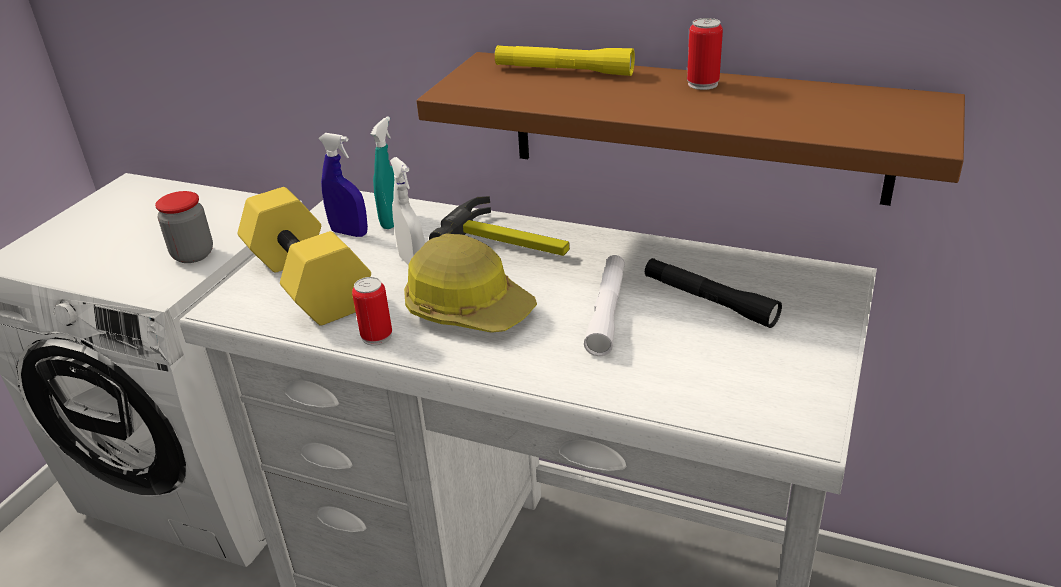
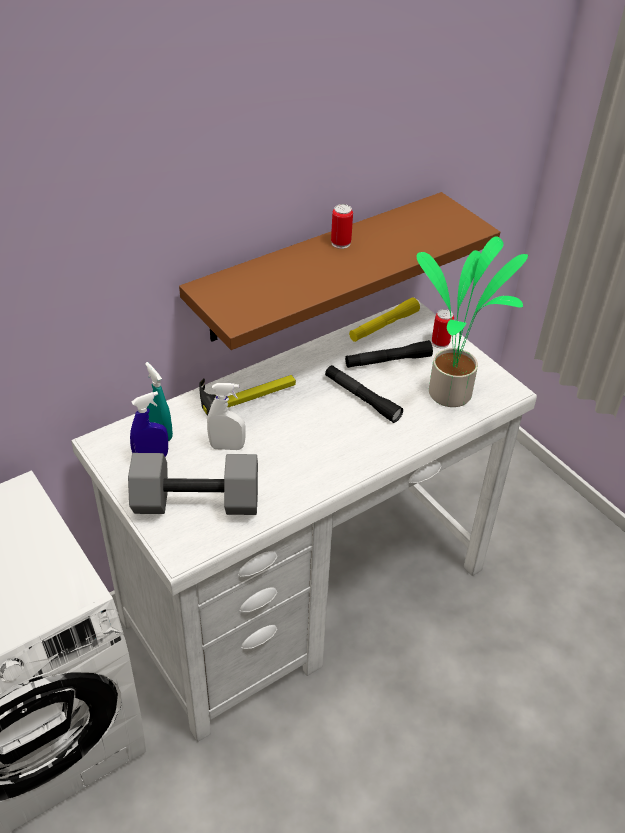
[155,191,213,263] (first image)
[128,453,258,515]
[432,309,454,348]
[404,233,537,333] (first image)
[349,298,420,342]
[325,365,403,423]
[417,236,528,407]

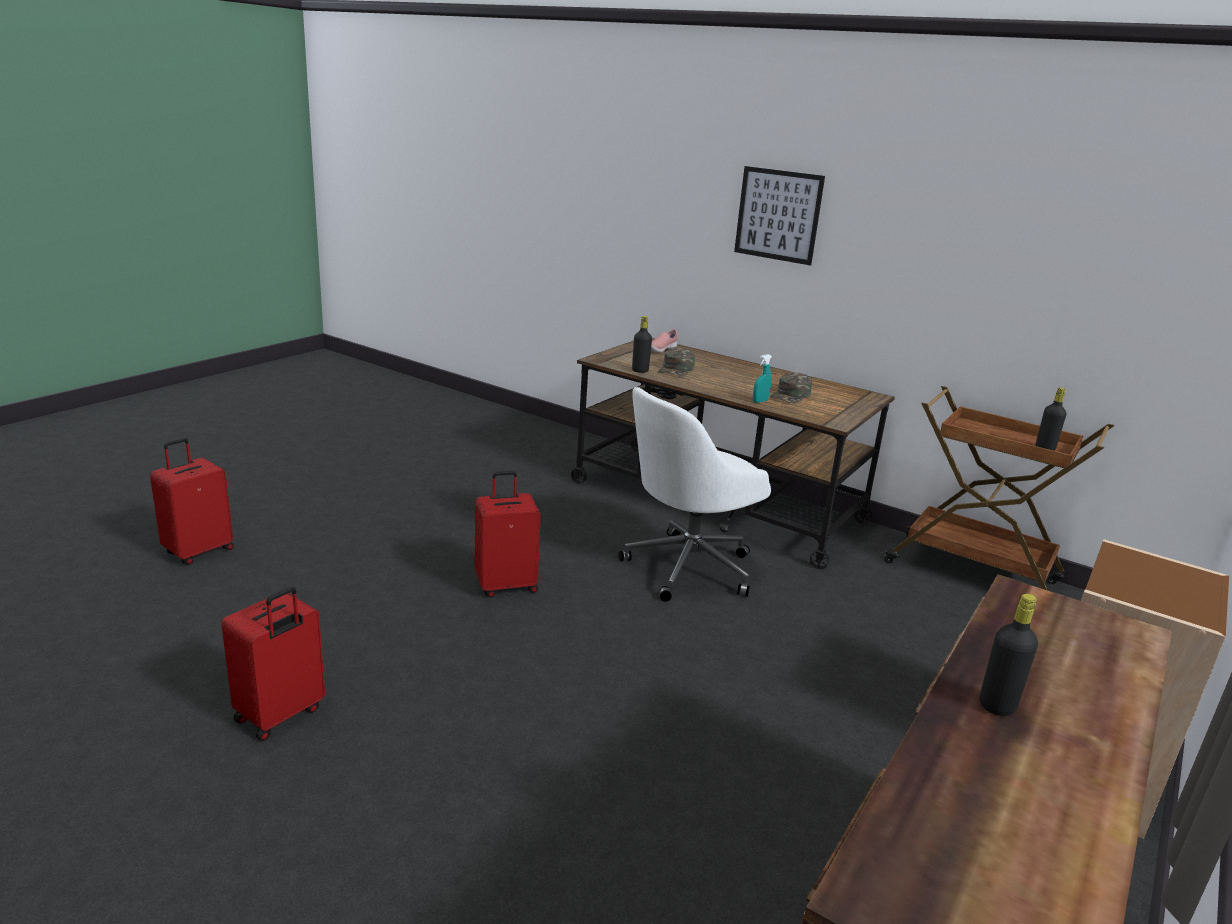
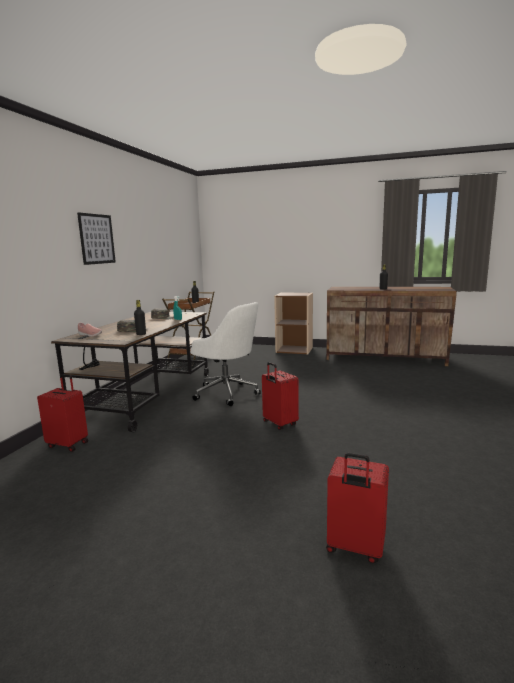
[37,374,88,452]

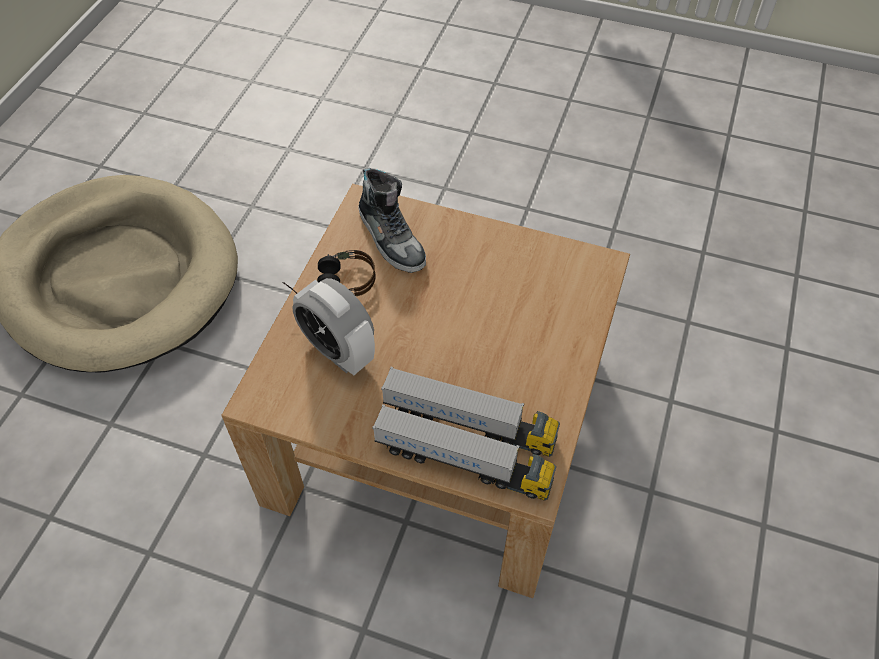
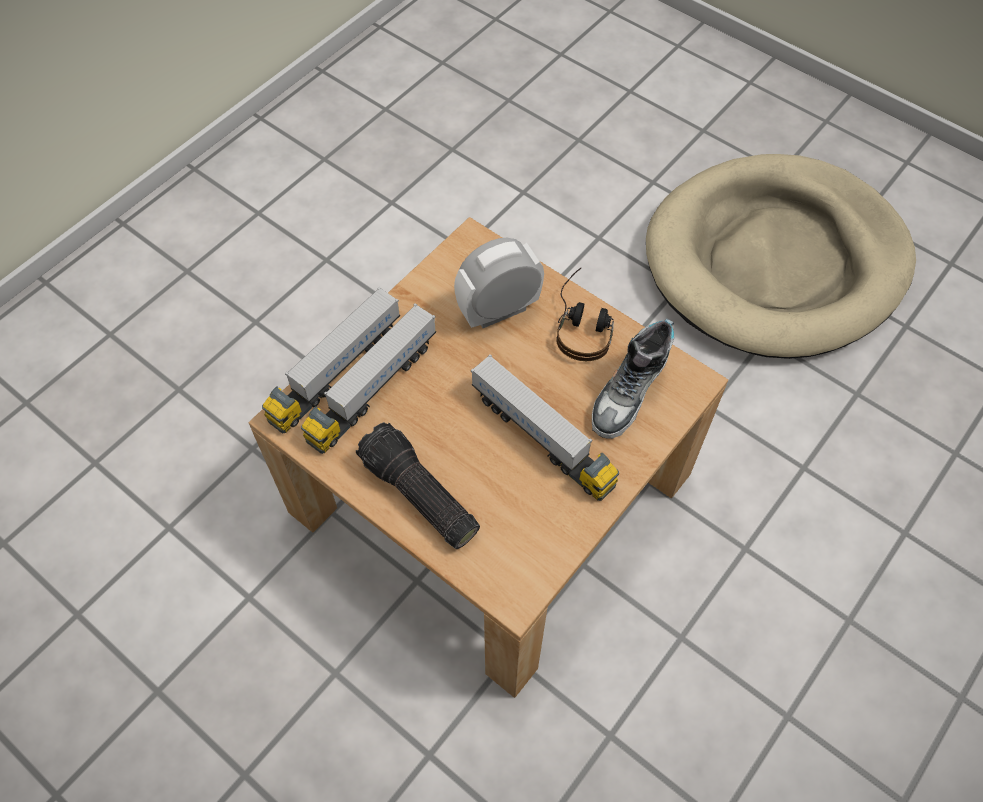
[592,319,675,439]
[356,422,480,549]
[471,354,619,501]

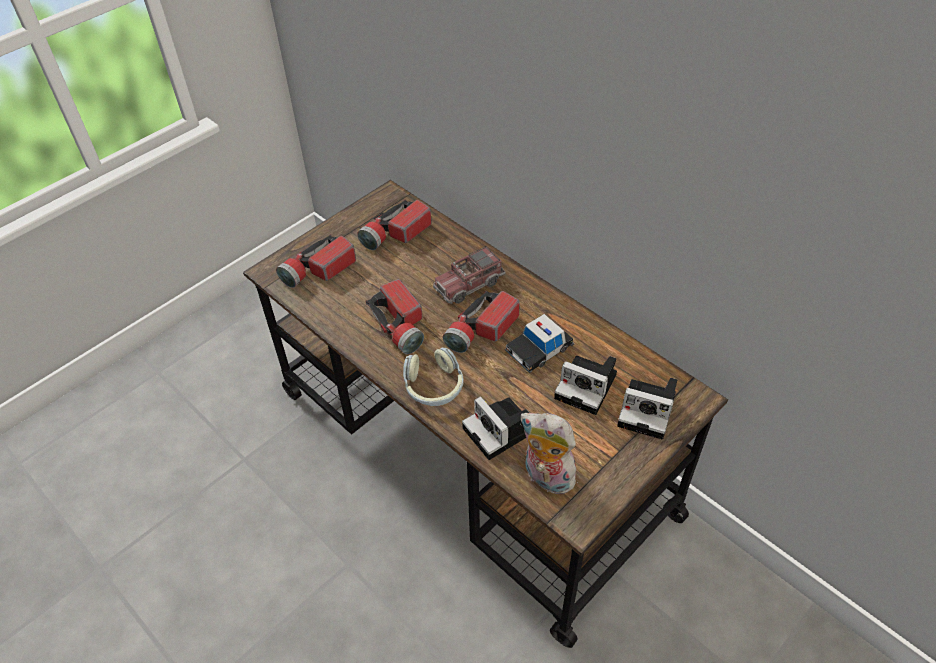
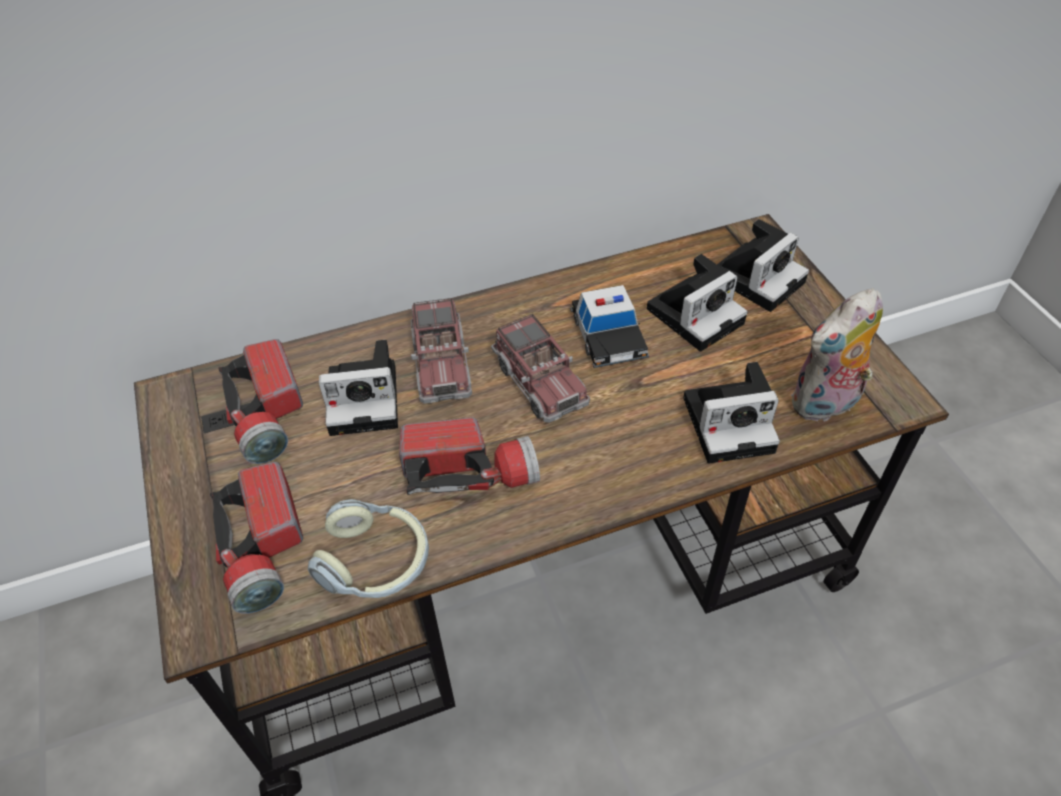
[308,499,429,598]
[491,314,590,423]
[319,340,398,436]

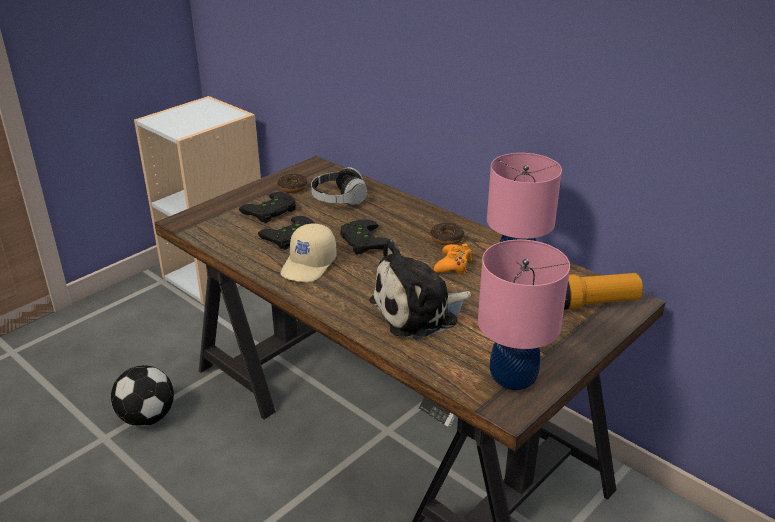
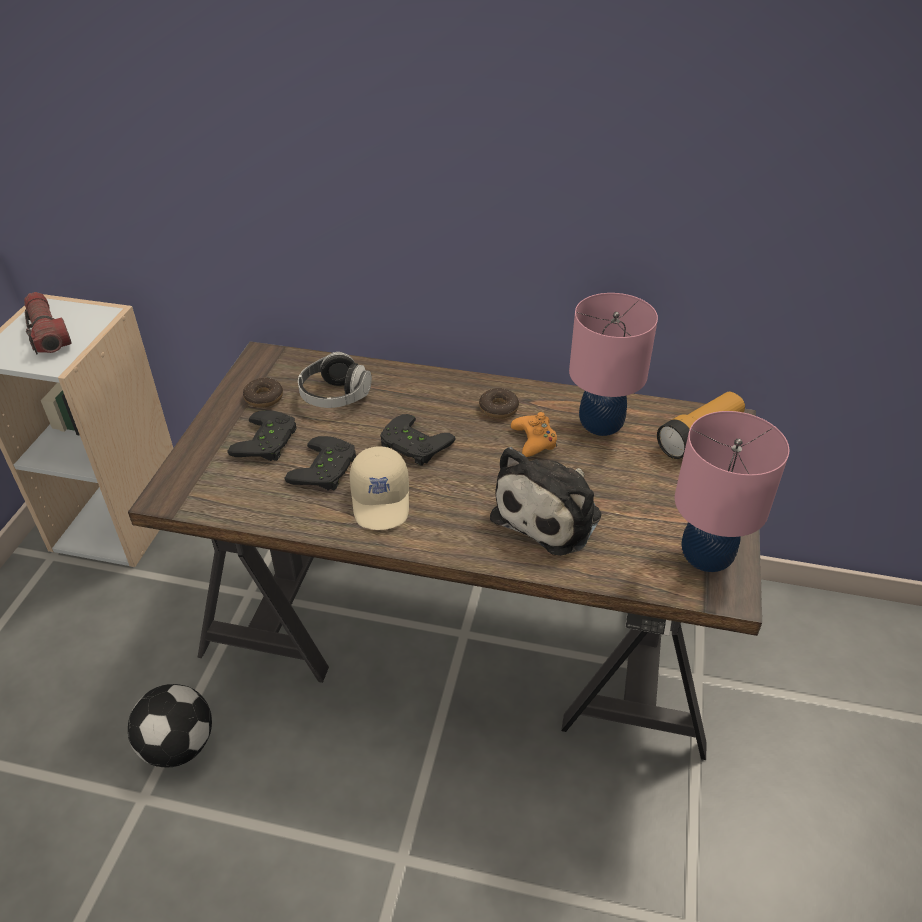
[24,292,72,355]

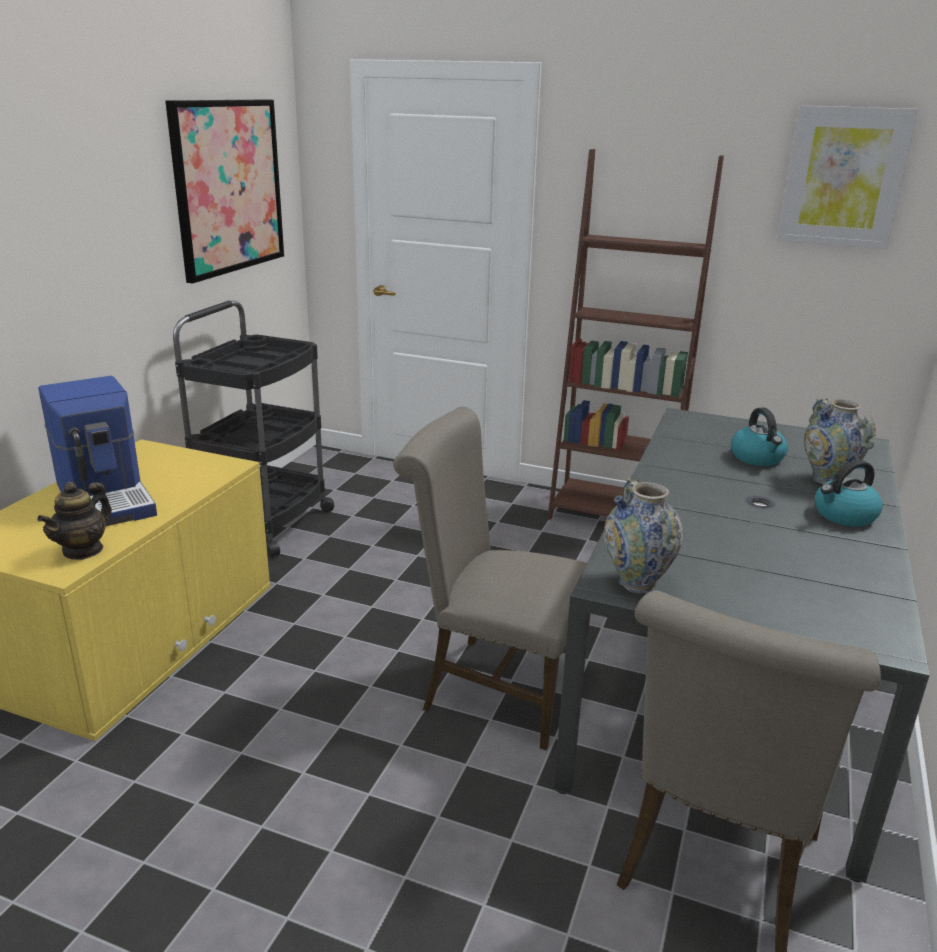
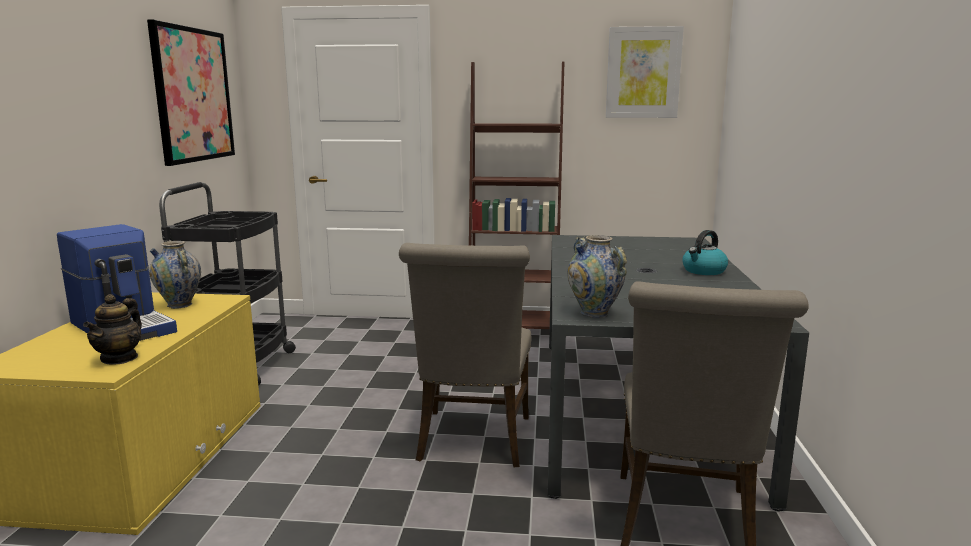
[399,243,531,467]
[731,408,788,466] (first image)
[149,241,201,309]

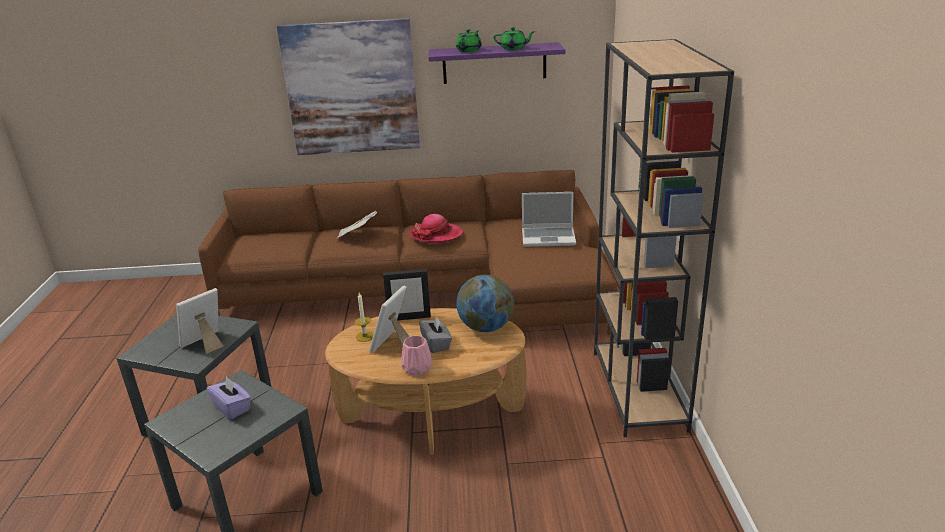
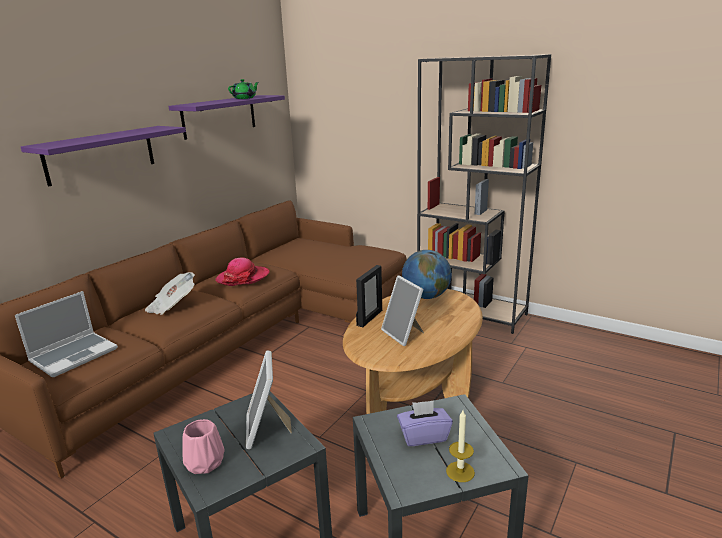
[21,126,186,186]
[446,410,475,482]
[182,419,225,474]
[419,315,452,353] (first image)
[456,29,482,52] (first image)
[15,291,118,377]

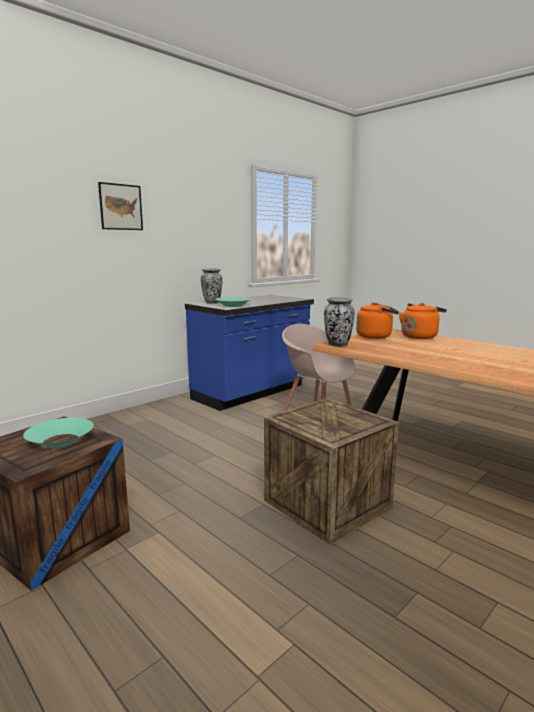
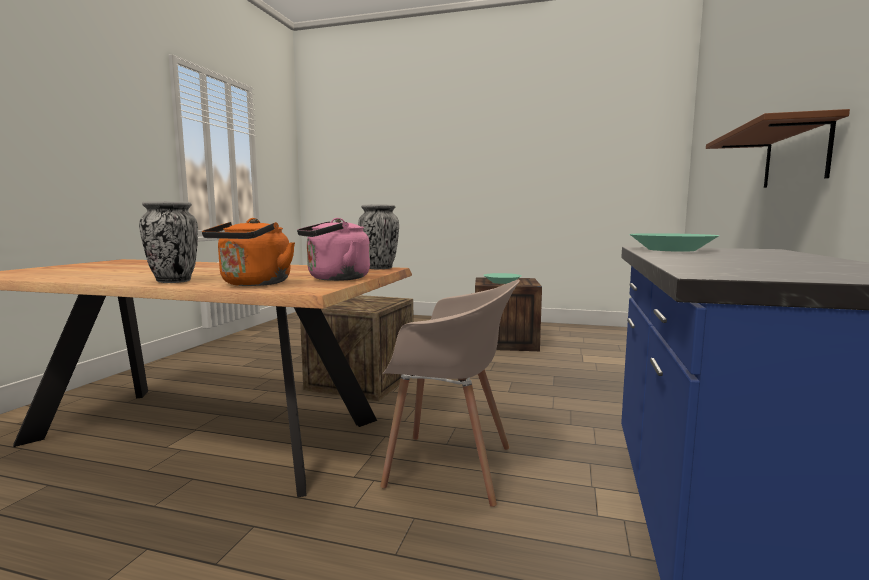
[98,182,143,230] (first image)
[139,201,198,283]
[297,218,370,281]
[706,109,850,188]

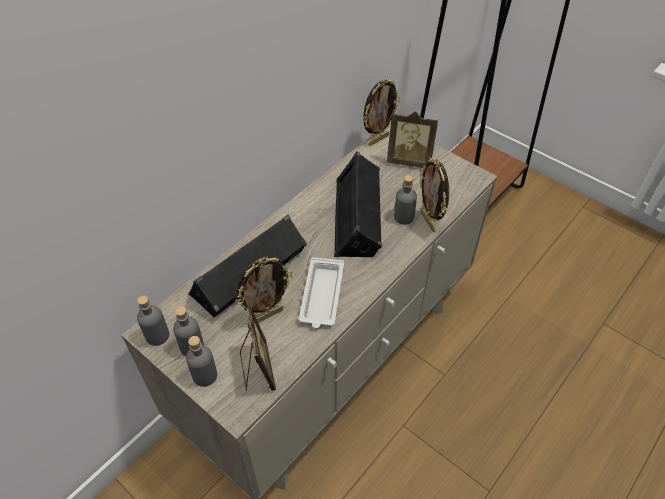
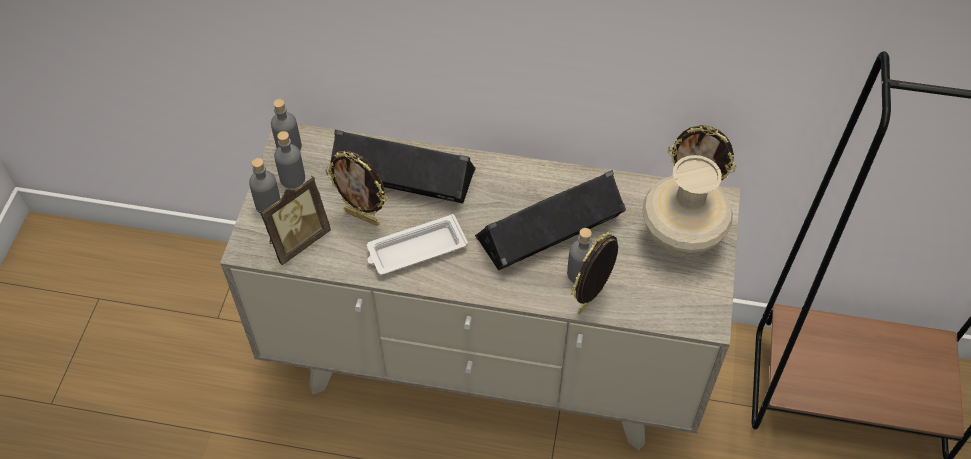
[642,155,733,258]

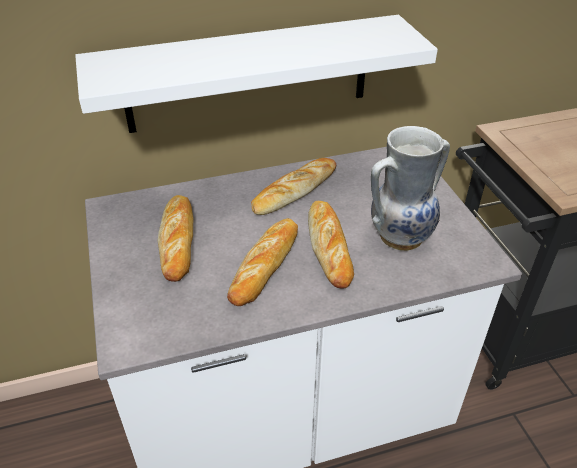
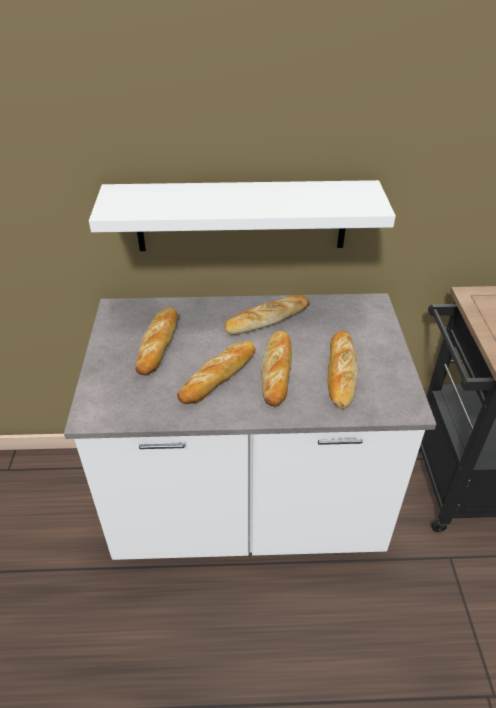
[327,331,358,409]

